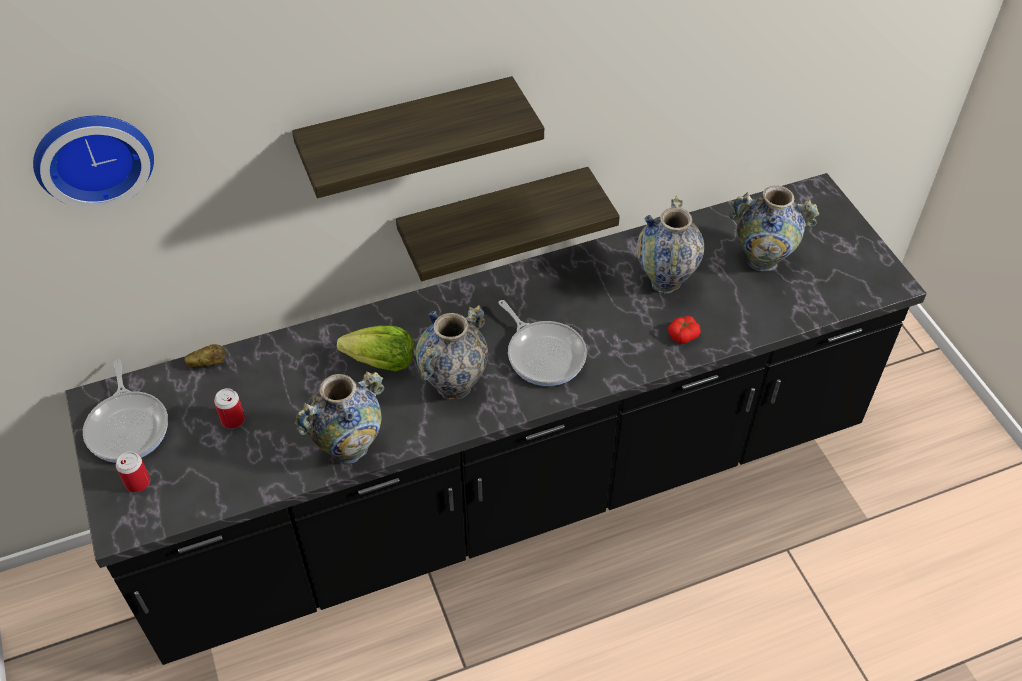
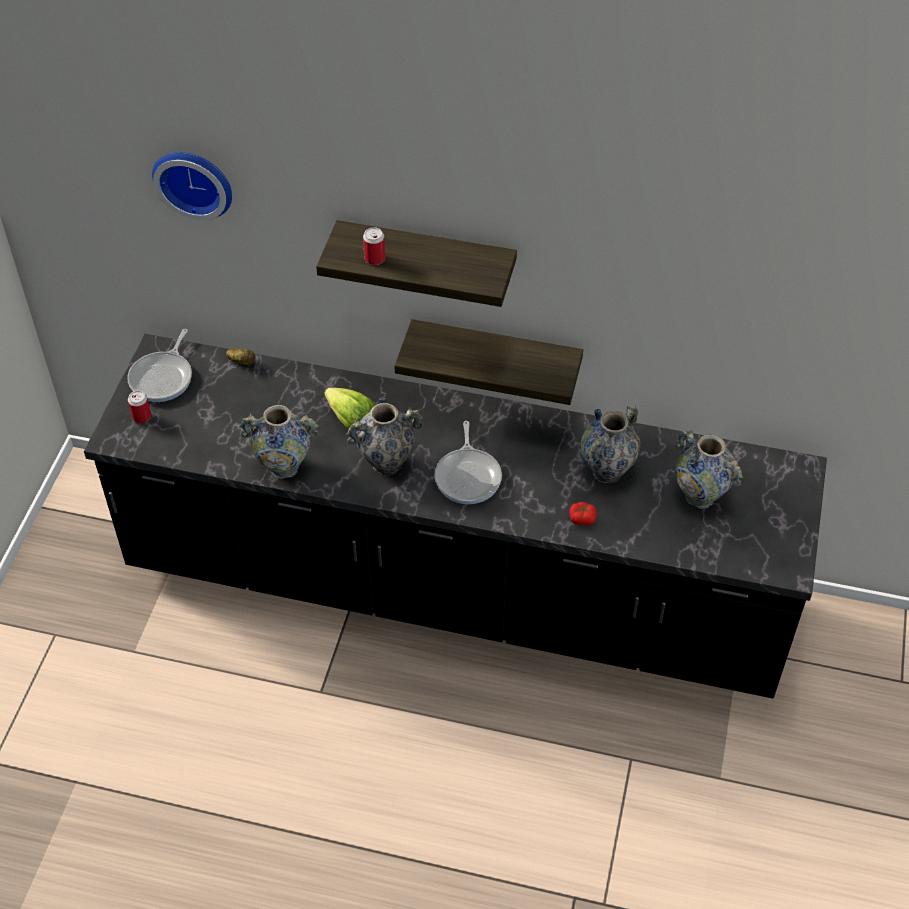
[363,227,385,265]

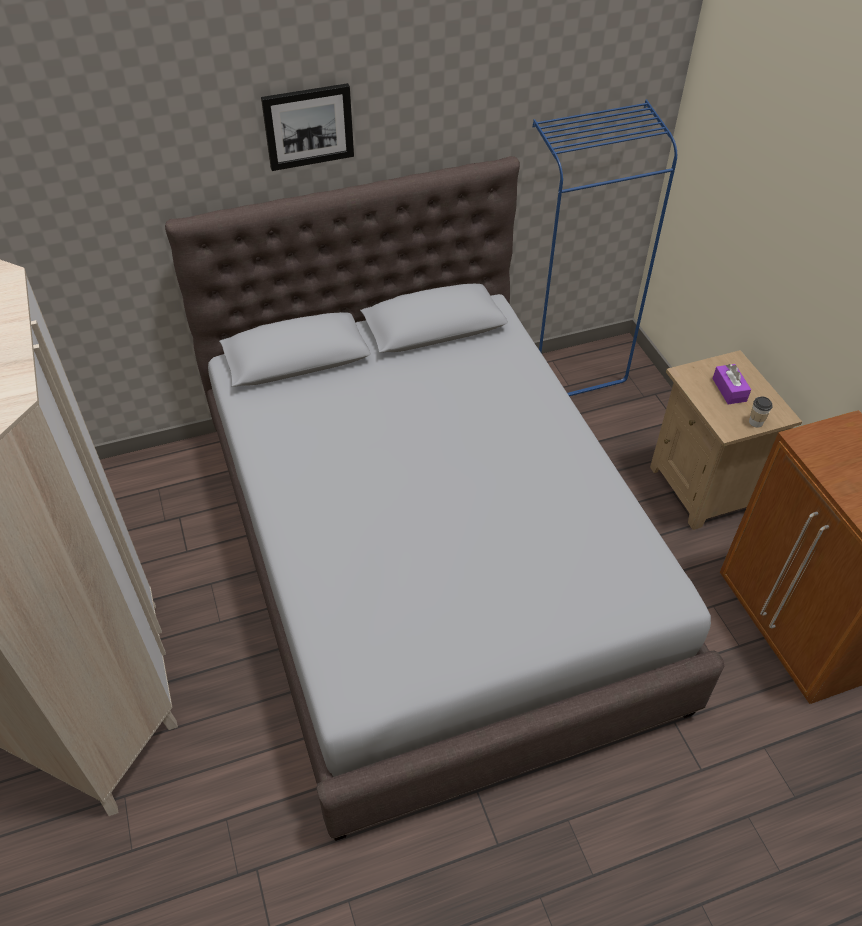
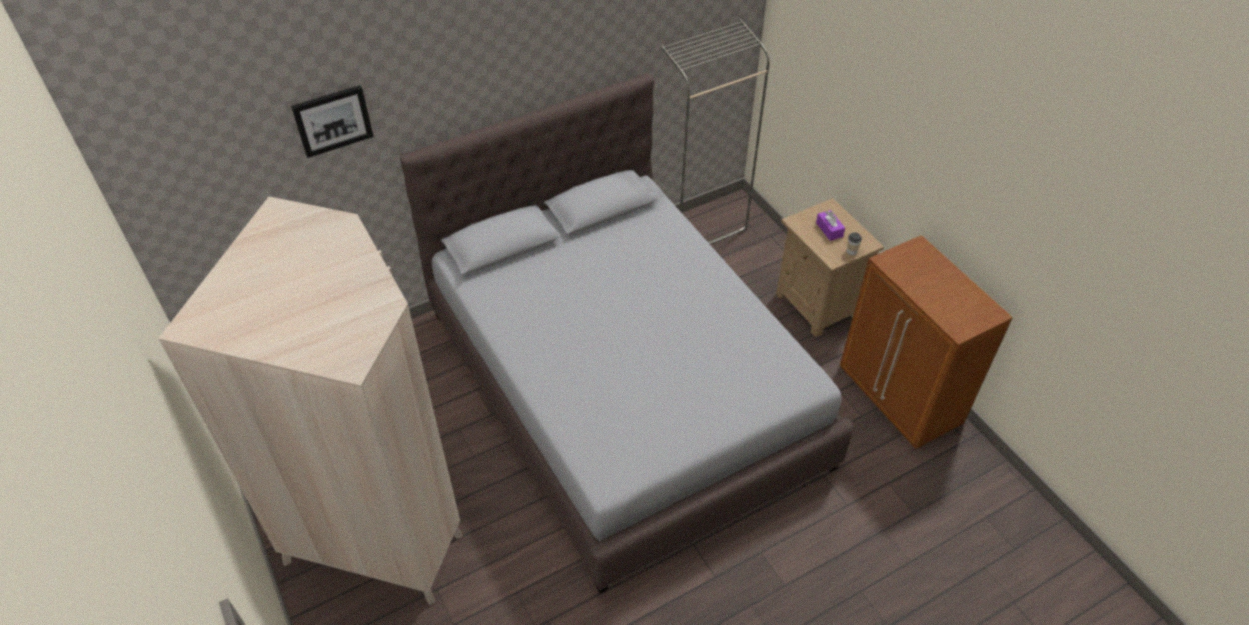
[291,85,374,158]
[660,19,770,244]

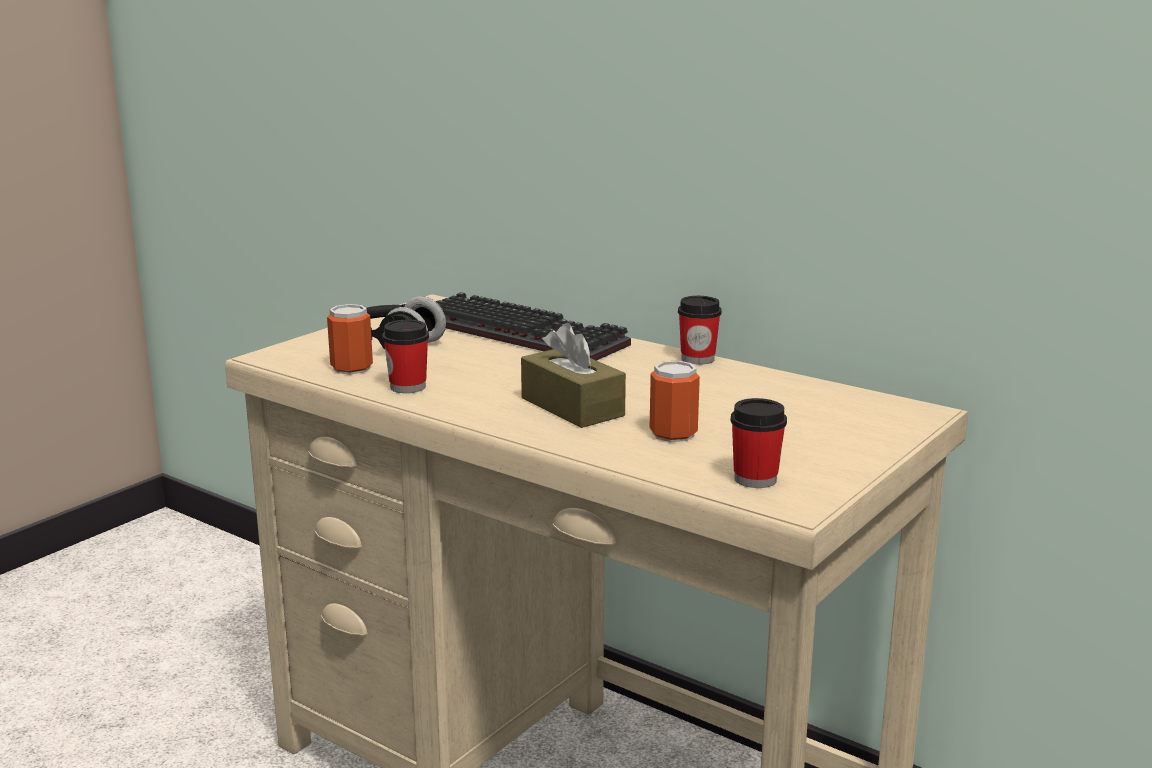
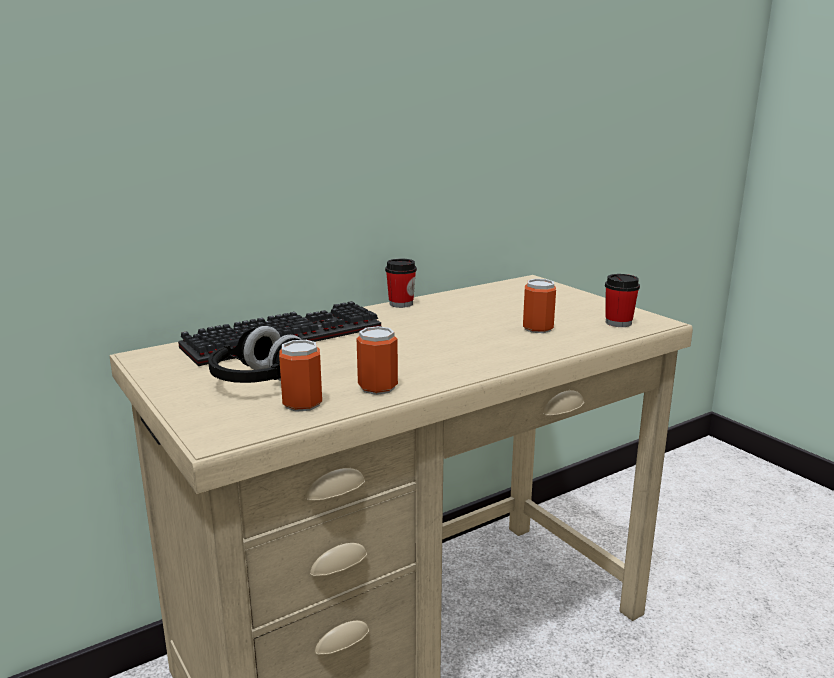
[357,326,398,395]
[521,323,626,428] (first image)

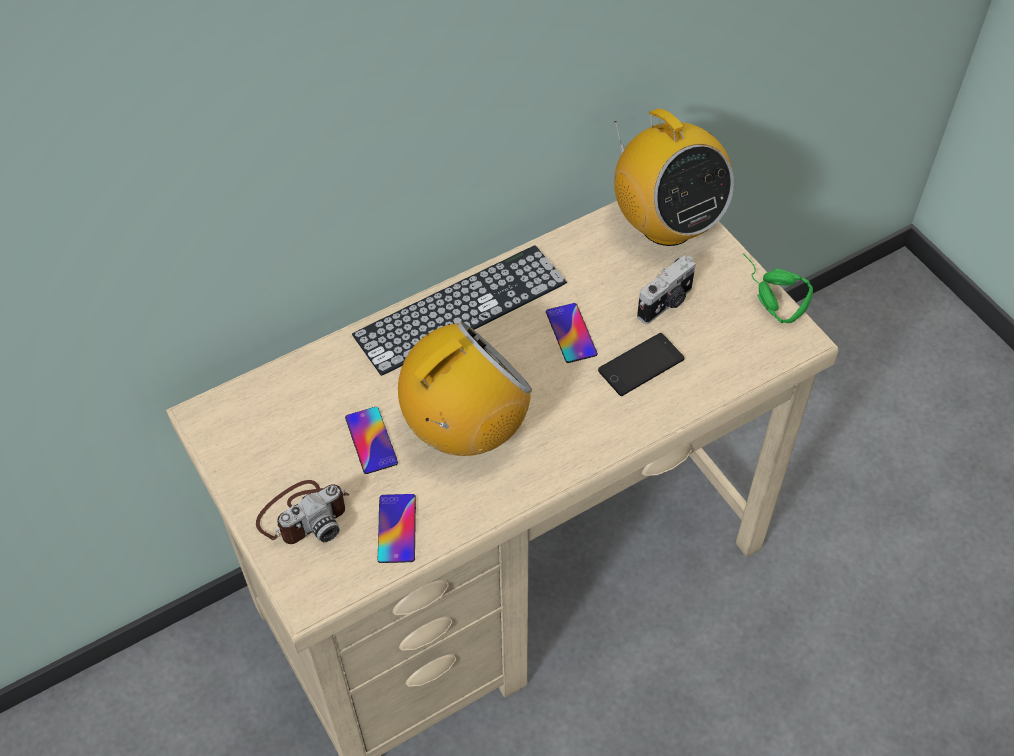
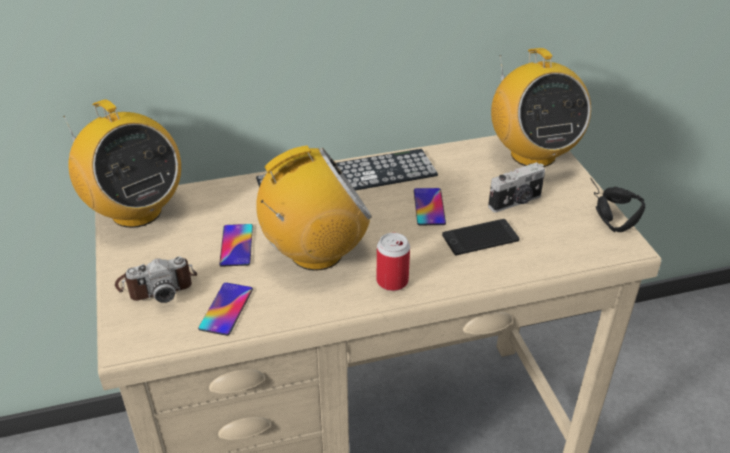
[591,178,645,232]
[63,99,181,228]
[376,233,410,291]

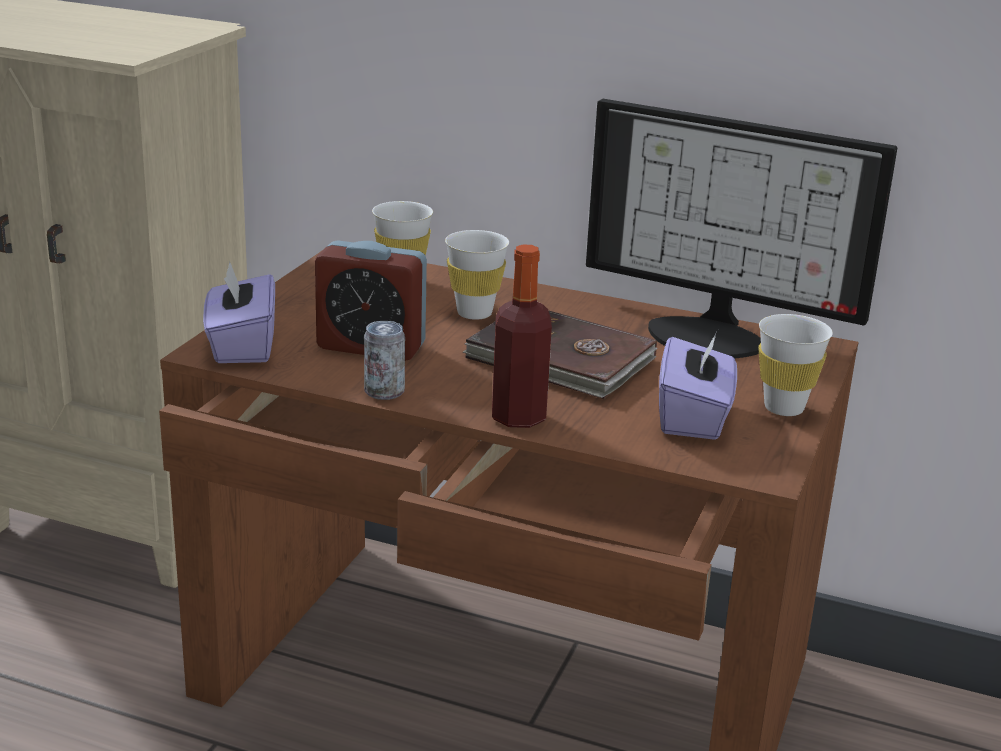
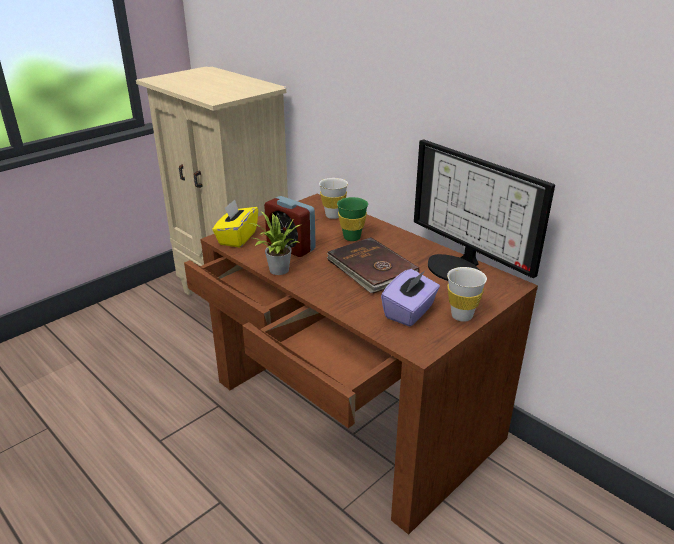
[212,199,258,247]
[247,211,300,275]
[337,197,368,241]
[492,244,552,428] (first image)

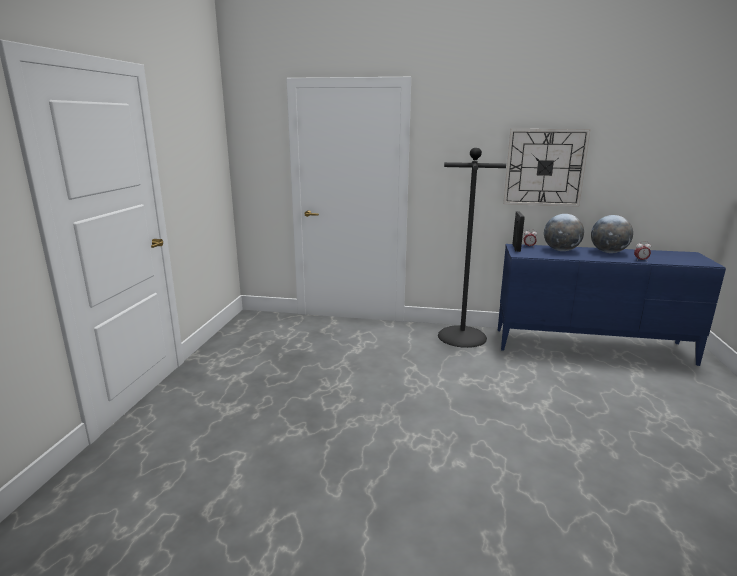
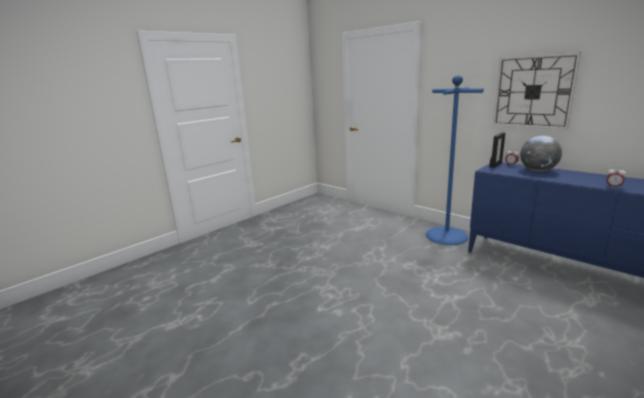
[426,76,484,245]
[591,215,633,253] (first image)

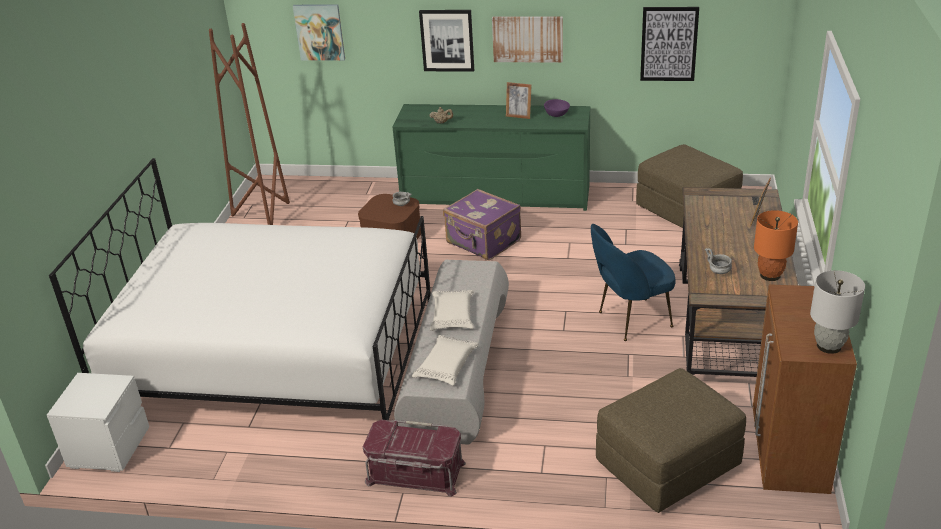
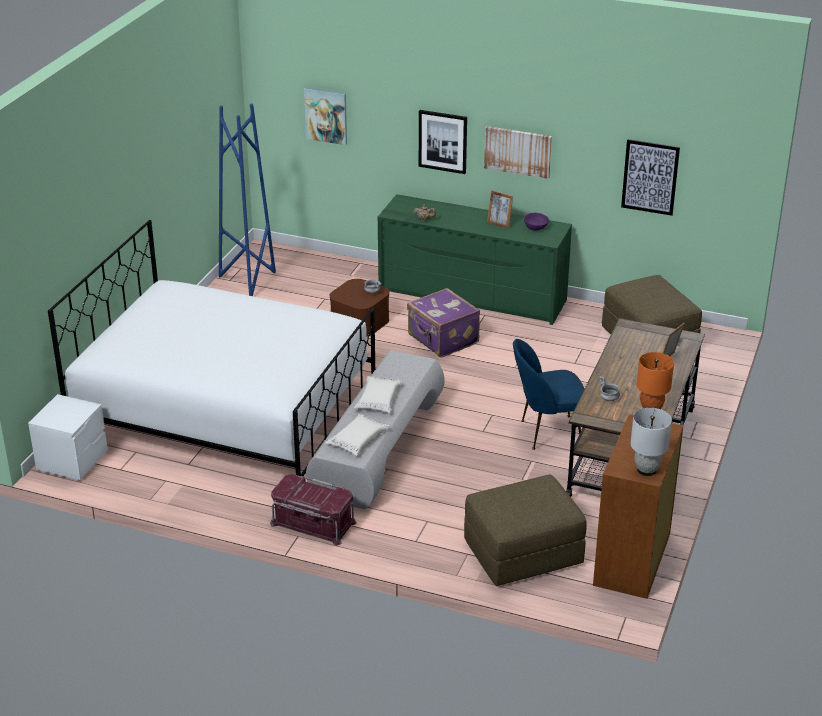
[219,103,276,296]

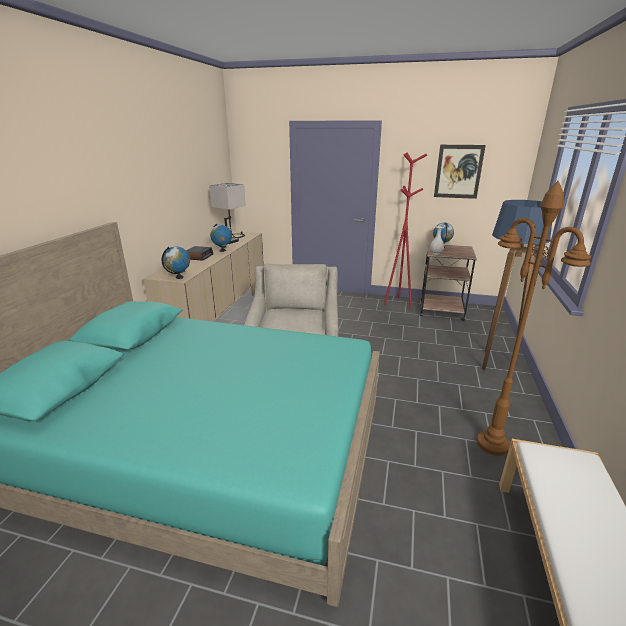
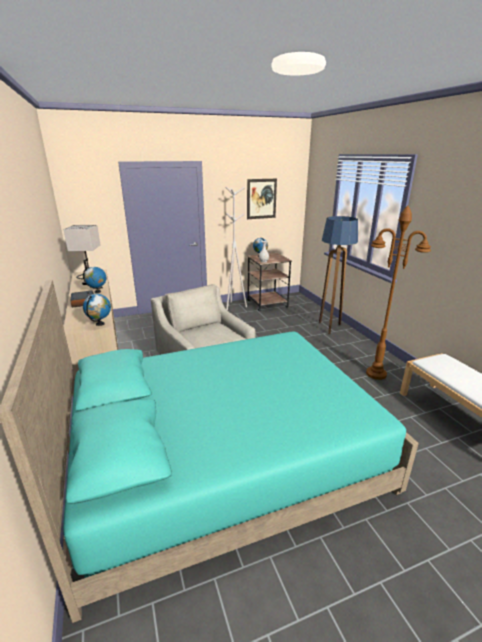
[225,186,247,310]

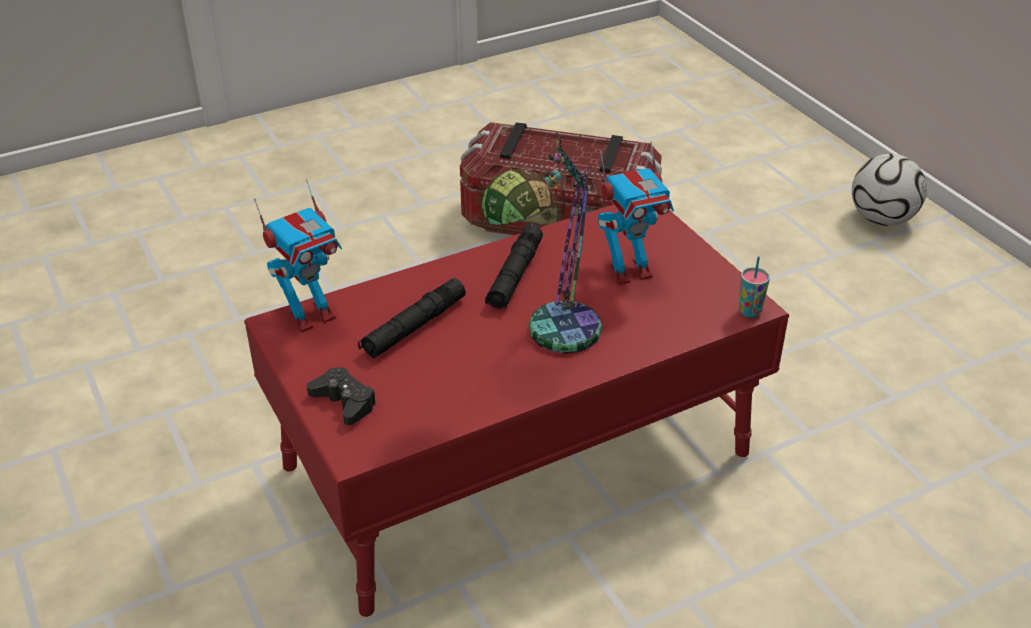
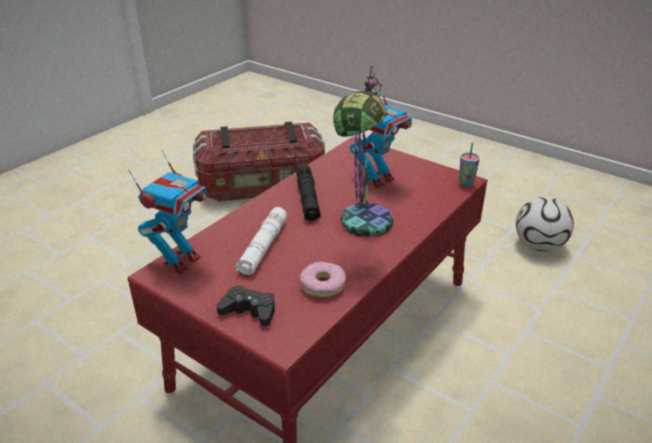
[235,207,287,275]
[516,197,574,252]
[300,262,346,298]

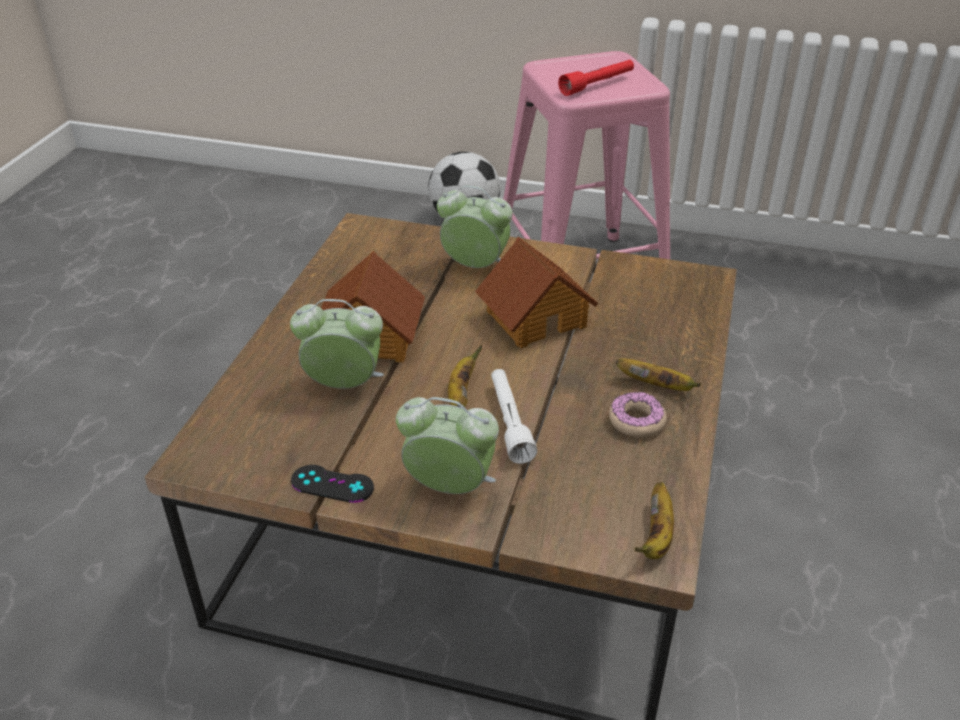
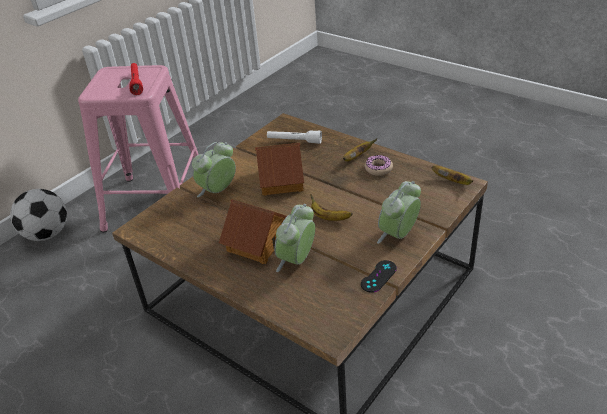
[267,131,322,144]

